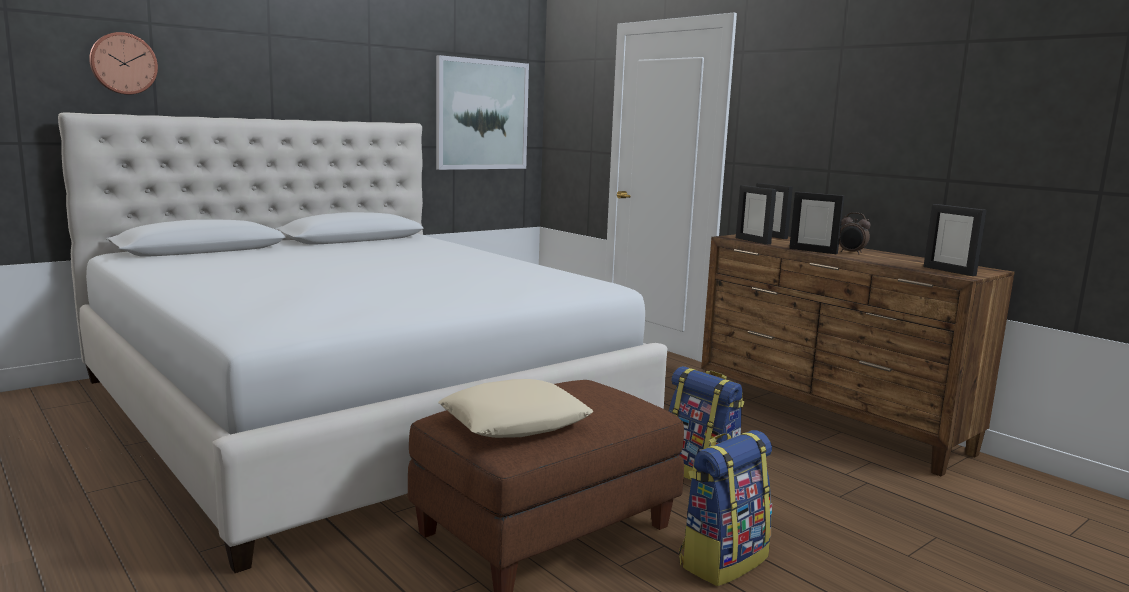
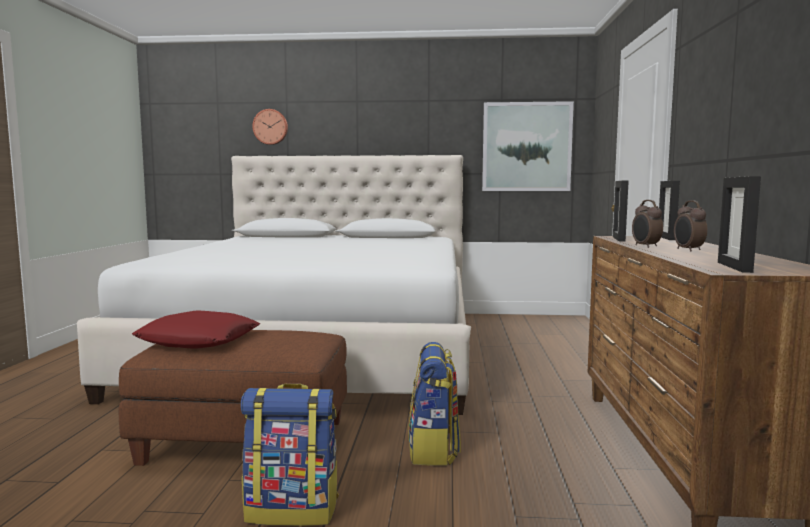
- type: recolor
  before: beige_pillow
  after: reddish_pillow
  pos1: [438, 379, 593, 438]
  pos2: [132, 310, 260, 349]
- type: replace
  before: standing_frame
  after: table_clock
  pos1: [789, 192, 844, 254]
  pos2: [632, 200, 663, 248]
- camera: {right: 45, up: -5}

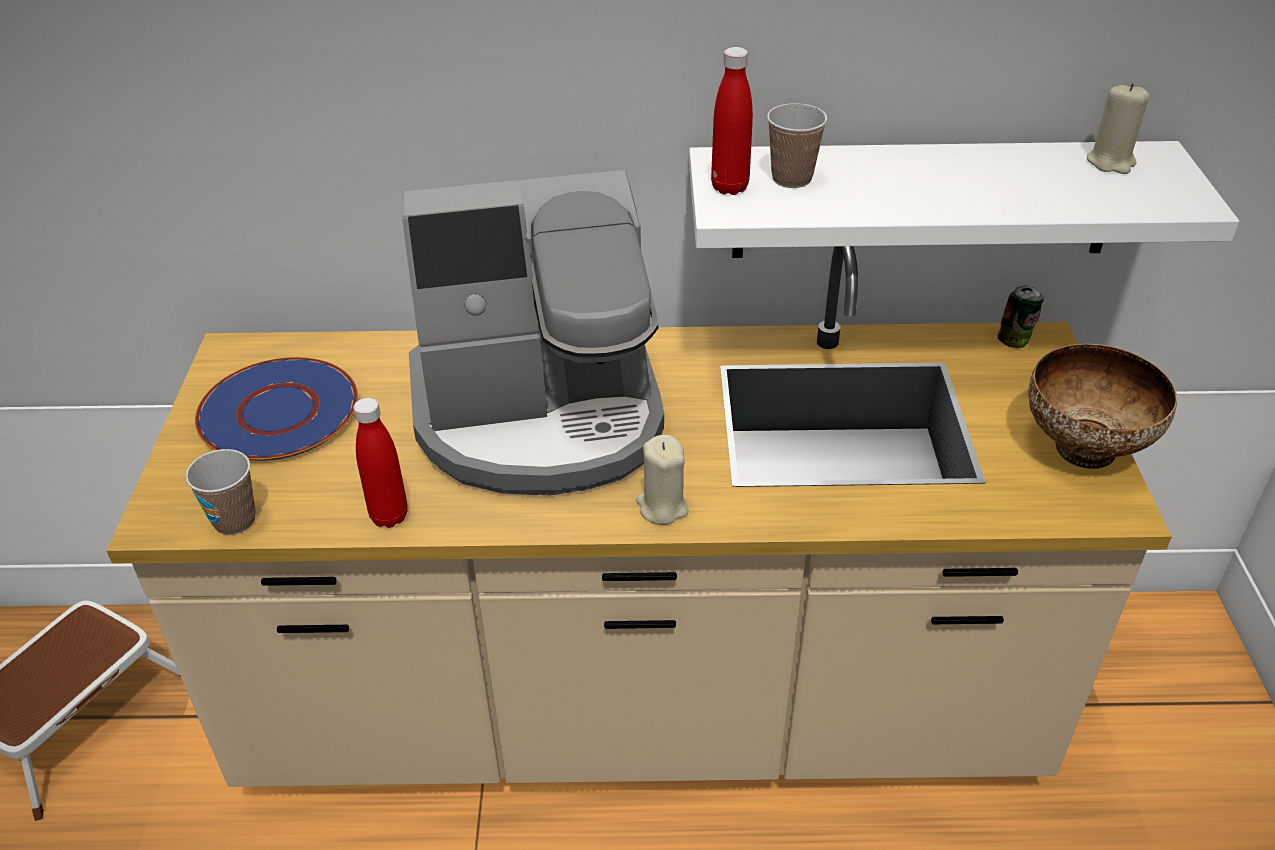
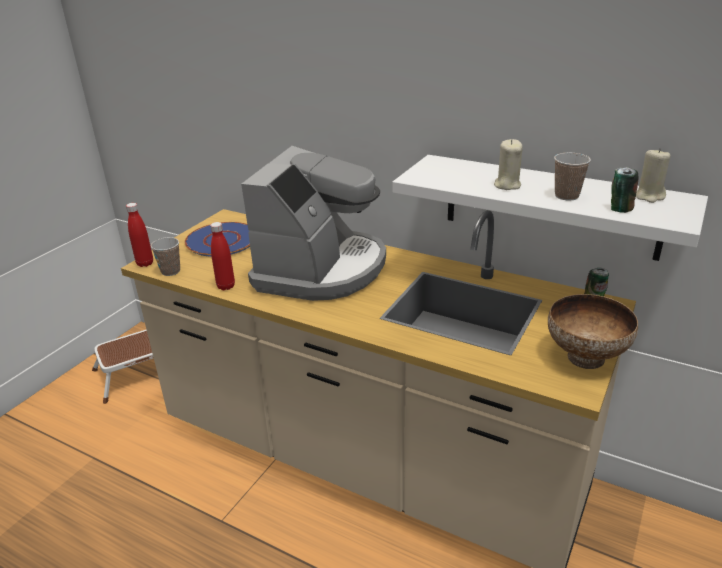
- type: move
  before: reddish_drink_bottle
  pos1: [711, 47, 753, 195]
  pos2: [126, 203, 153, 267]
- type: rotate
  before: coffee_brewer
  pos1: [402, 170, 664, 496]
  pos2: [241, 146, 386, 301]
  turn: -90
- type: move
  before: beige_wax_light
  pos1: [636, 435, 689, 525]
  pos2: [494, 139, 523, 190]
- type: move
  before: cup
  pos1: [767, 103, 827, 188]
  pos2: [554, 153, 591, 201]
- type: insert
  after: sealed_can
  pos2: [611, 167, 639, 213]
- camera: {right: 30, up: -10}

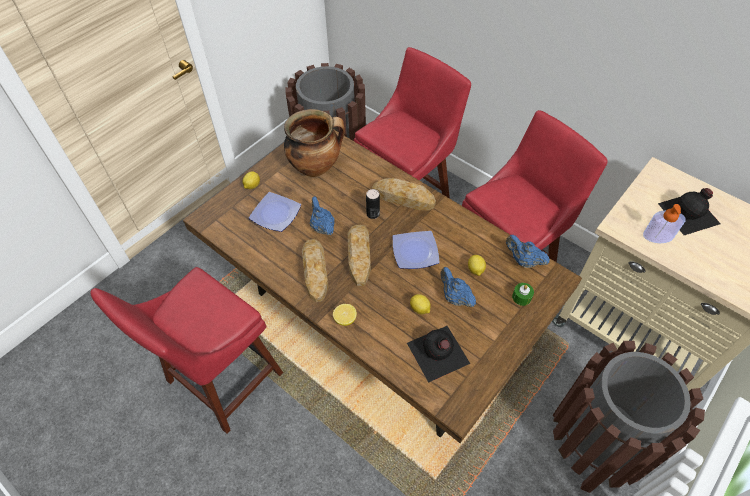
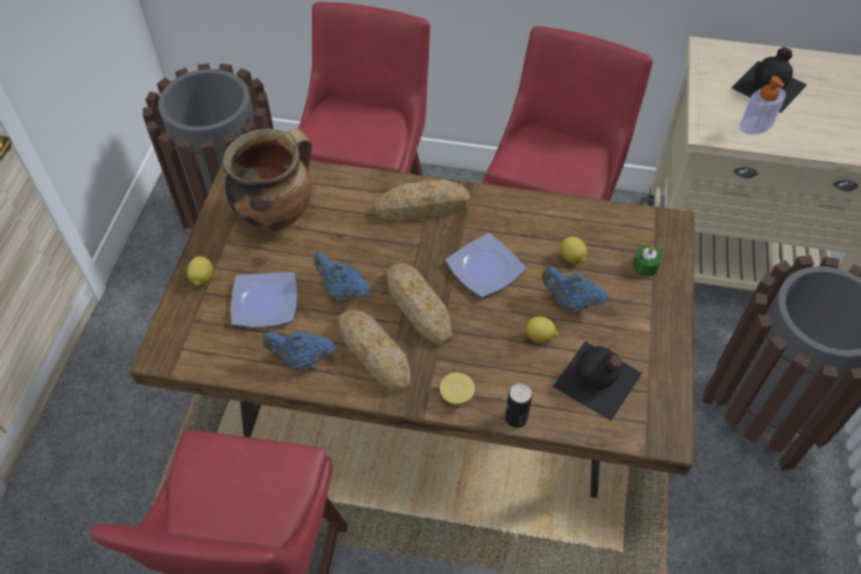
- type: move
  before: bluish_teapot
  pos1: [506, 235, 550, 268]
  pos2: [263, 332, 335, 370]
- type: move
  before: sealed_can
  pos1: [366, 189, 380, 219]
  pos2: [505, 383, 532, 428]
- camera: {right: -30, up: 0}

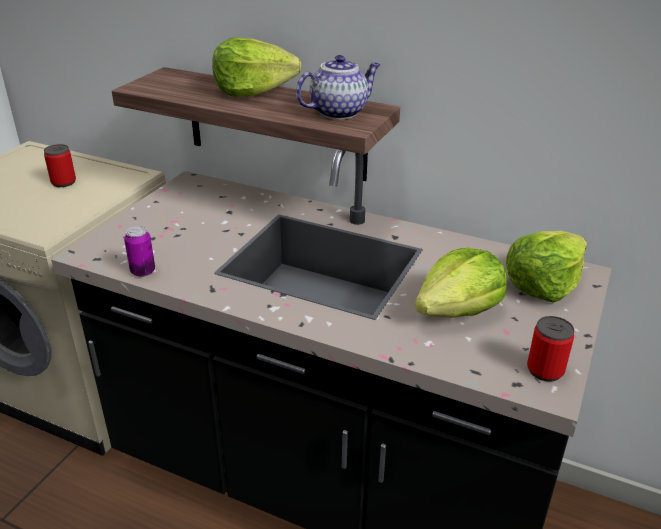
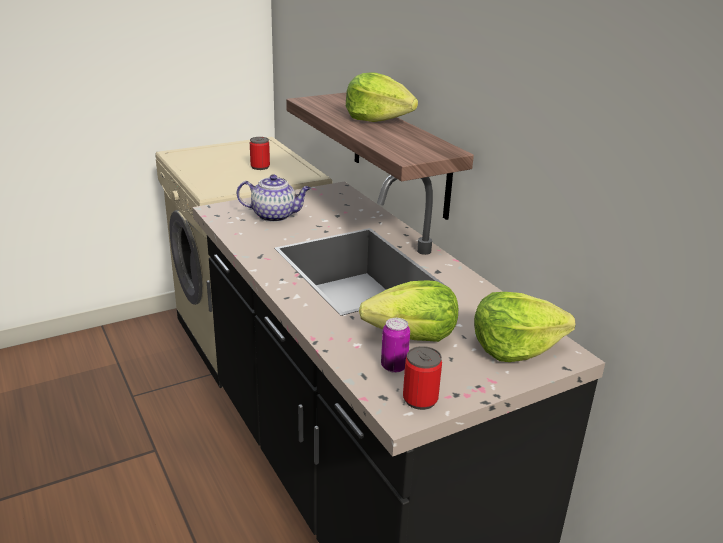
- type: move
  before: teapot
  pos1: [296, 55, 381, 119]
  pos2: [237, 174, 311, 222]
- type: move
  before: sealed_can
  pos1: [124, 226, 155, 277]
  pos2: [381, 318, 410, 373]
- camera: {right: 35, up: -5}

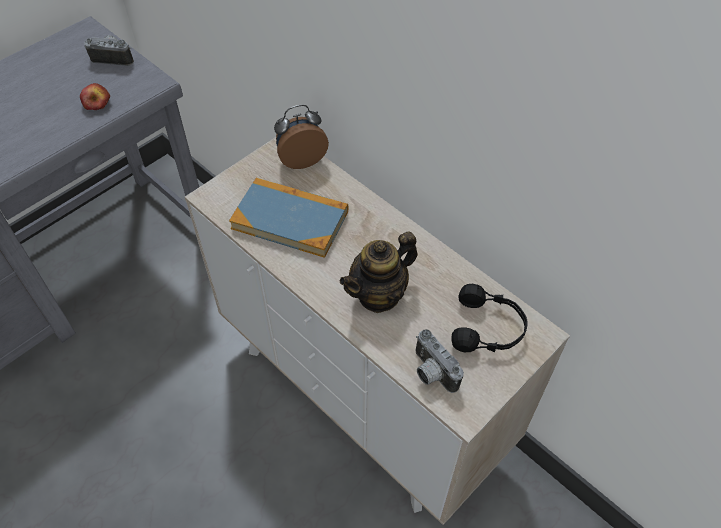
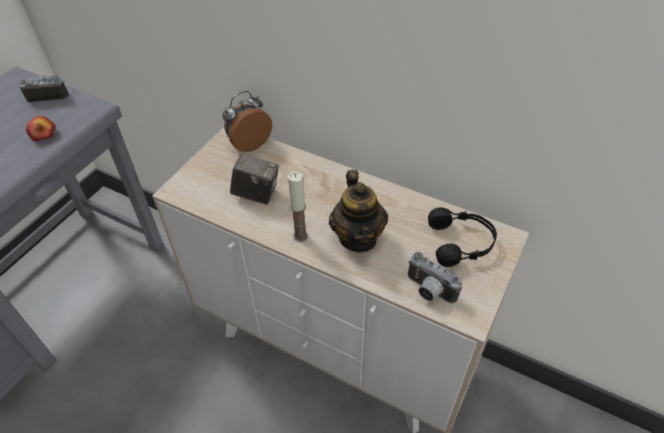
- type: replace
  before: bound_book
  after: still_camera
  pos1: [229, 178, 348, 258]
  pos2: [230, 154, 279, 205]
- type: insert
  after: wax_light
  pos2: [288, 171, 308, 242]
- type: rotate
  before: teapot
  pos1: [339, 231, 418, 313]
  pos2: [329, 170, 388, 252]
  turn: -45
- camera: {right: -15, up: -5}

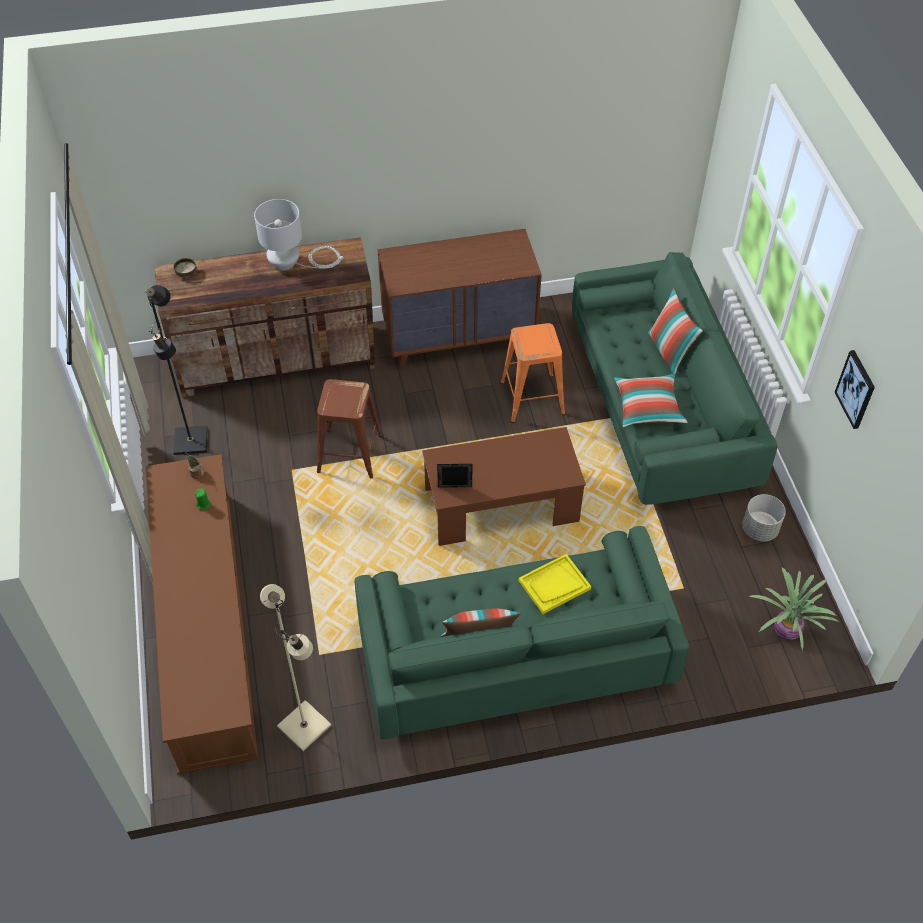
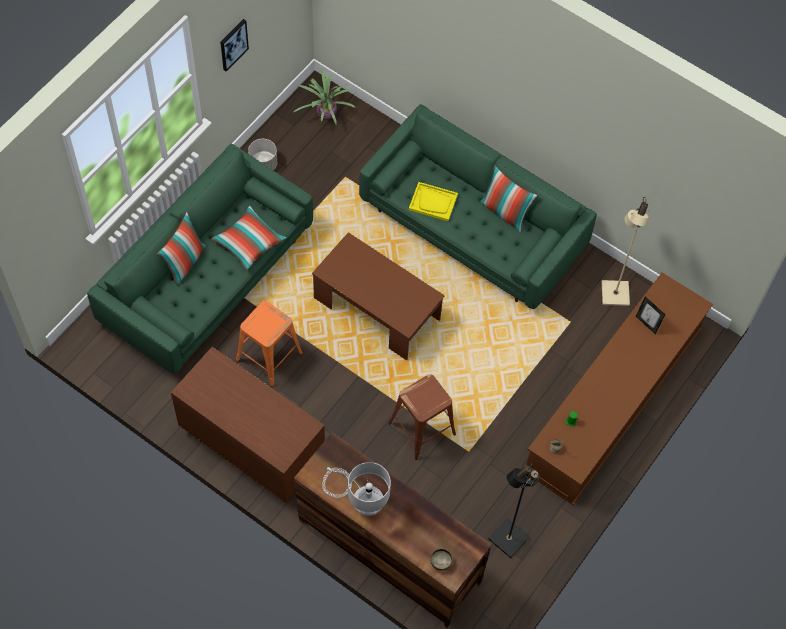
- type: move
  before: standing_frame
  pos1: [437, 464, 473, 488]
  pos2: [636, 297, 665, 334]
- camera: {right: -135, up: 10}

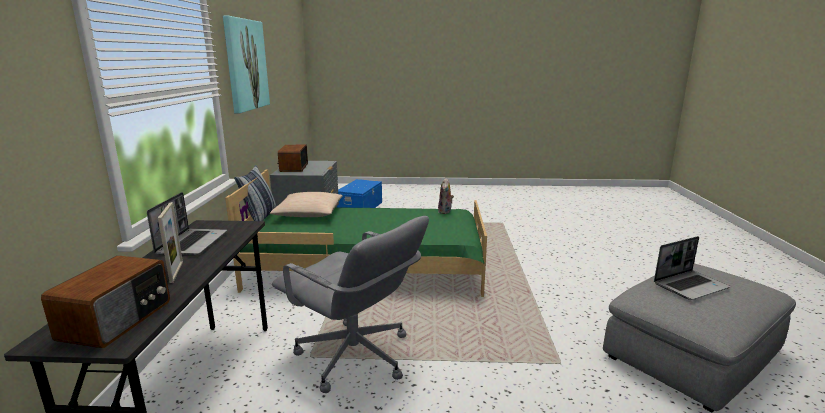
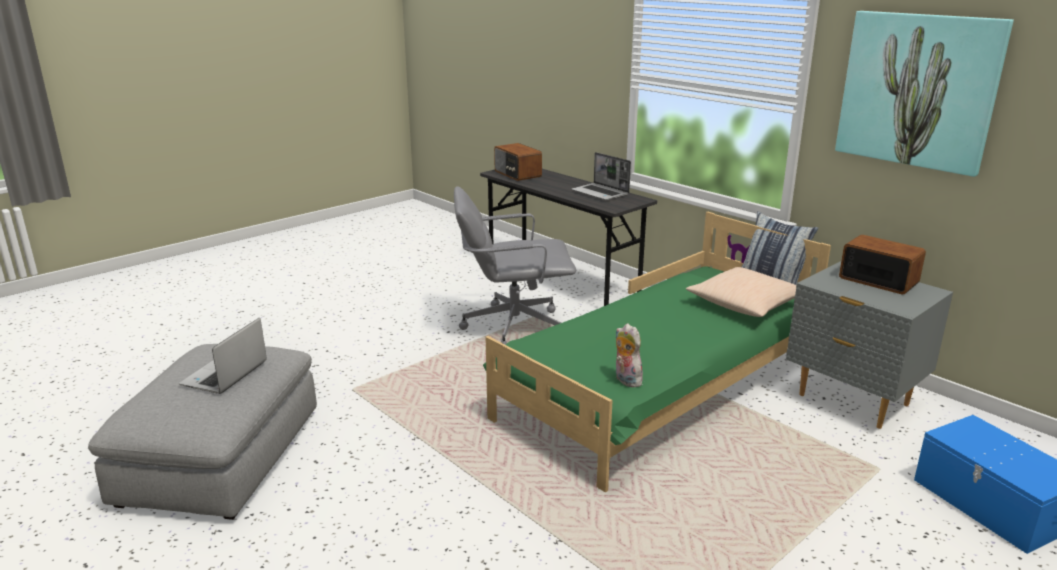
- type: delete
  before: standing_frame
  pos1: [158, 202, 183, 283]
- camera: {right: 135, up: 5}

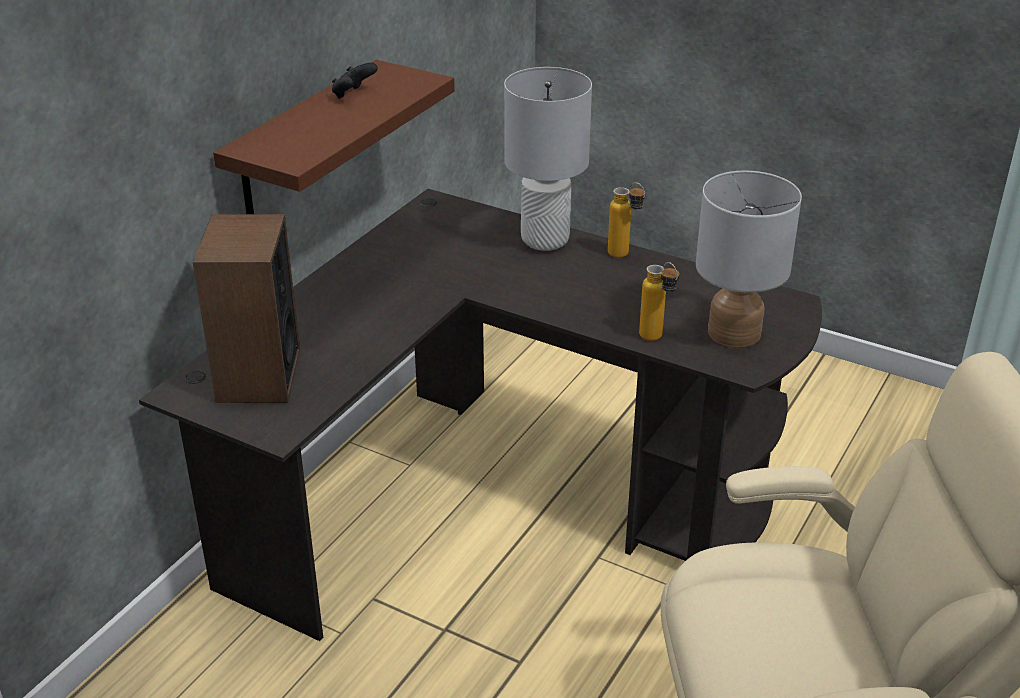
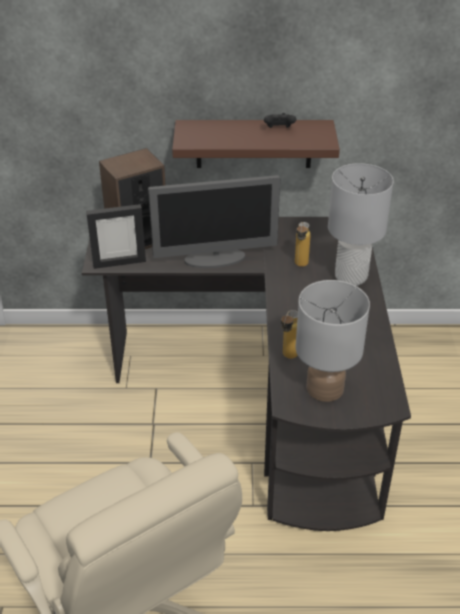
- type: insert
  after: standing_frame
  pos2: [86, 204, 146, 269]
- type: insert
  after: computer_display
  pos2: [148, 175, 280, 268]
- type: move
  before: drink_bottle
  pos1: [608, 182, 645, 258]
  pos2: [295, 222, 311, 267]
- camera: {right: 60, up: 5}

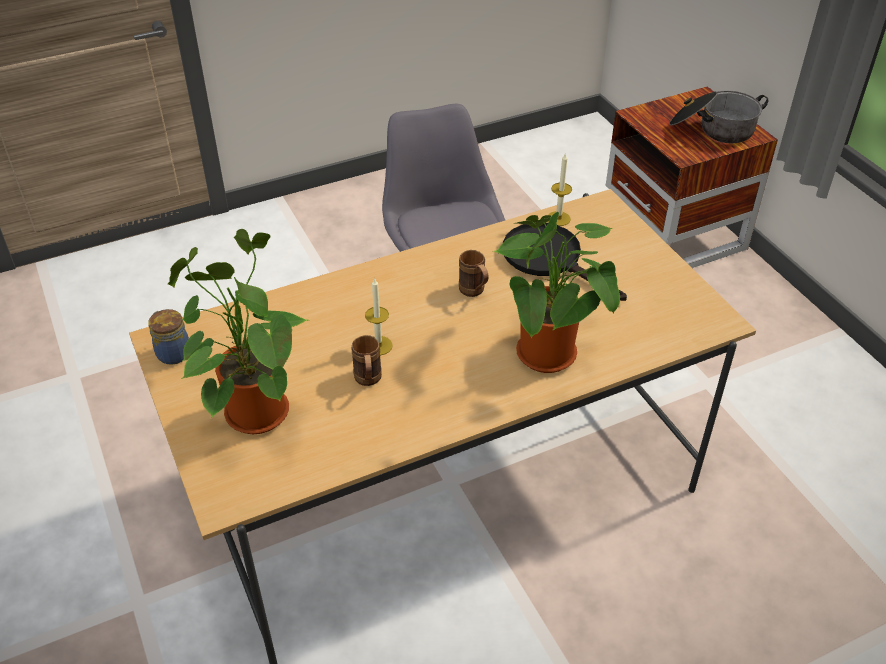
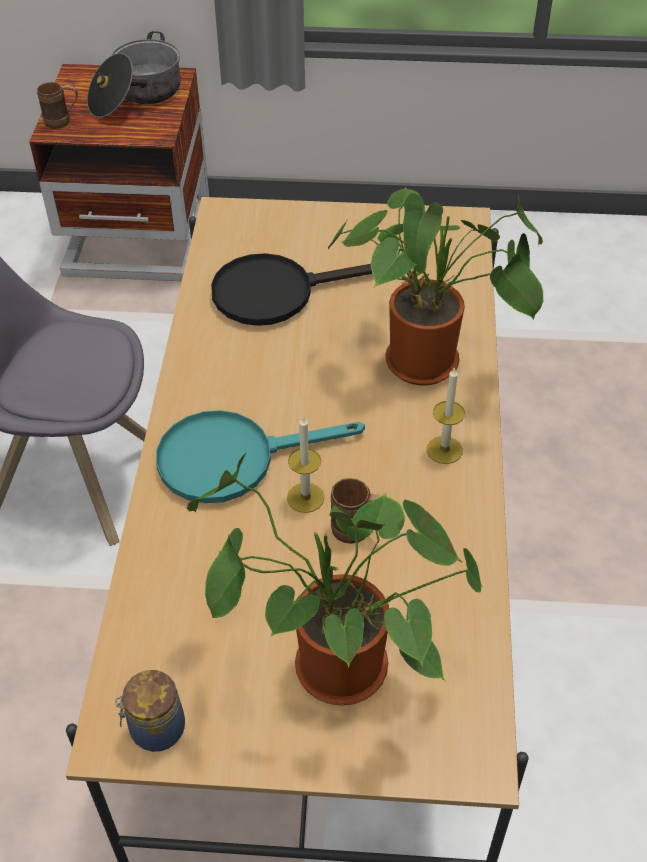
- type: move
  before: brown_tea_mug
  pos1: [459, 250, 489, 297]
  pos2: [37, 82, 78, 129]
- type: insert
  after: turquoise_skillet
  pos2: [156, 410, 365, 503]
- type: move
  before: wax_light
  pos1: [548, 154, 572, 226]
  pos2: [427, 367, 465, 464]
- camera: {right: -60, up: 5}

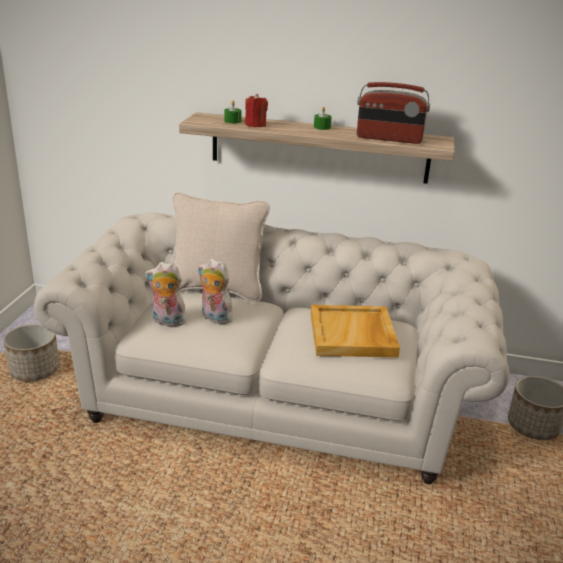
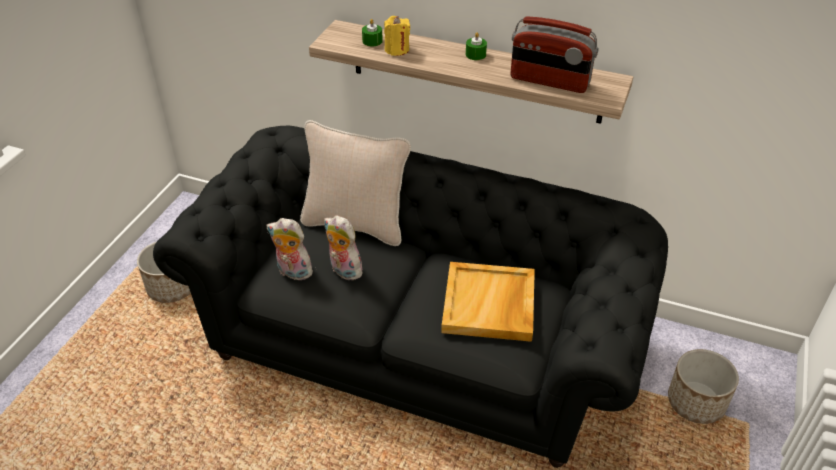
- type: recolor
  before: white-coloured_sofa
  after: black-coloured_sofa
  pos1: [34, 212, 510, 484]
  pos2: [153, 126, 668, 468]
- type: recolor
  before: reddish_wax_light
  after: yellow_wax_light
  pos1: [245, 94, 268, 127]
  pos2: [384, 16, 410, 56]
- camera: {right: 10, up: 15}

